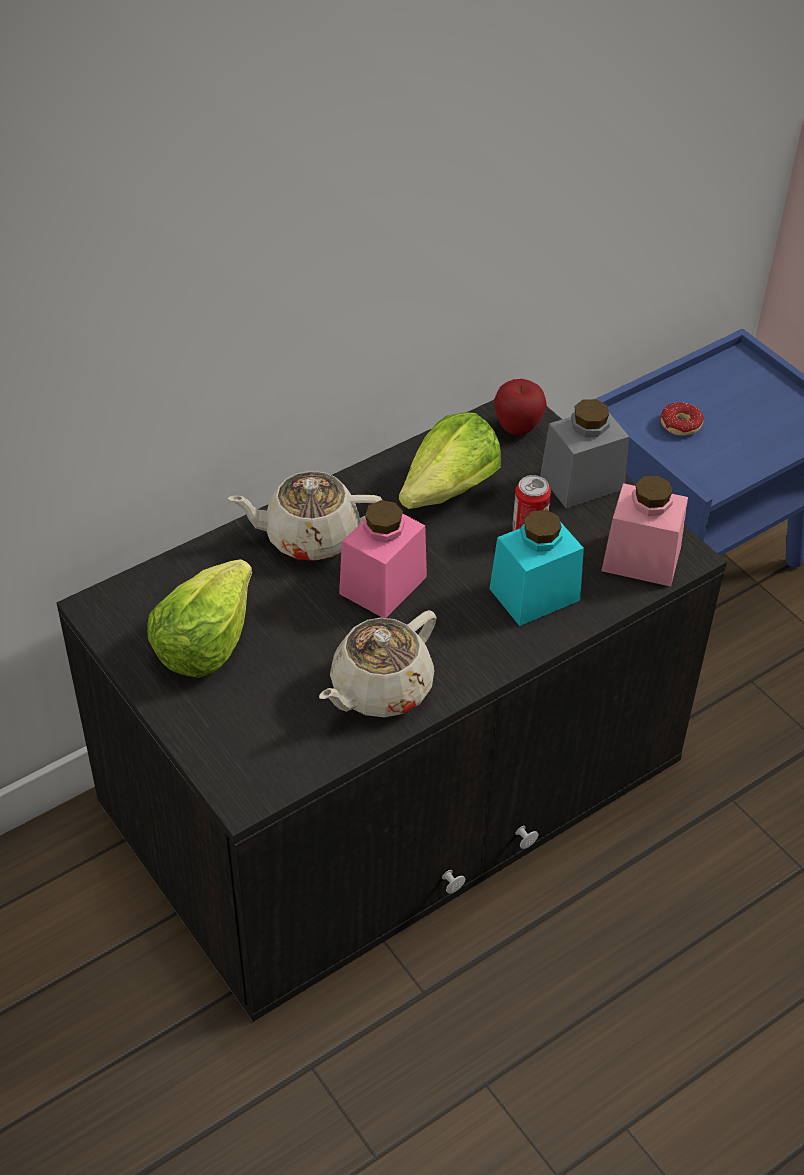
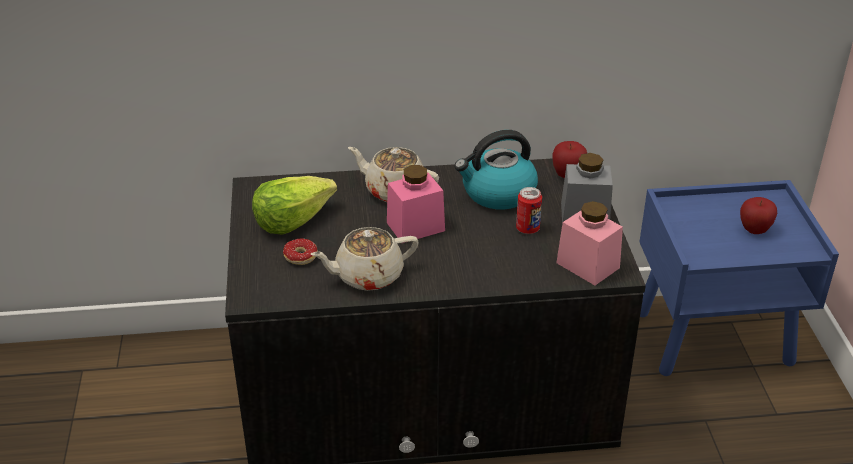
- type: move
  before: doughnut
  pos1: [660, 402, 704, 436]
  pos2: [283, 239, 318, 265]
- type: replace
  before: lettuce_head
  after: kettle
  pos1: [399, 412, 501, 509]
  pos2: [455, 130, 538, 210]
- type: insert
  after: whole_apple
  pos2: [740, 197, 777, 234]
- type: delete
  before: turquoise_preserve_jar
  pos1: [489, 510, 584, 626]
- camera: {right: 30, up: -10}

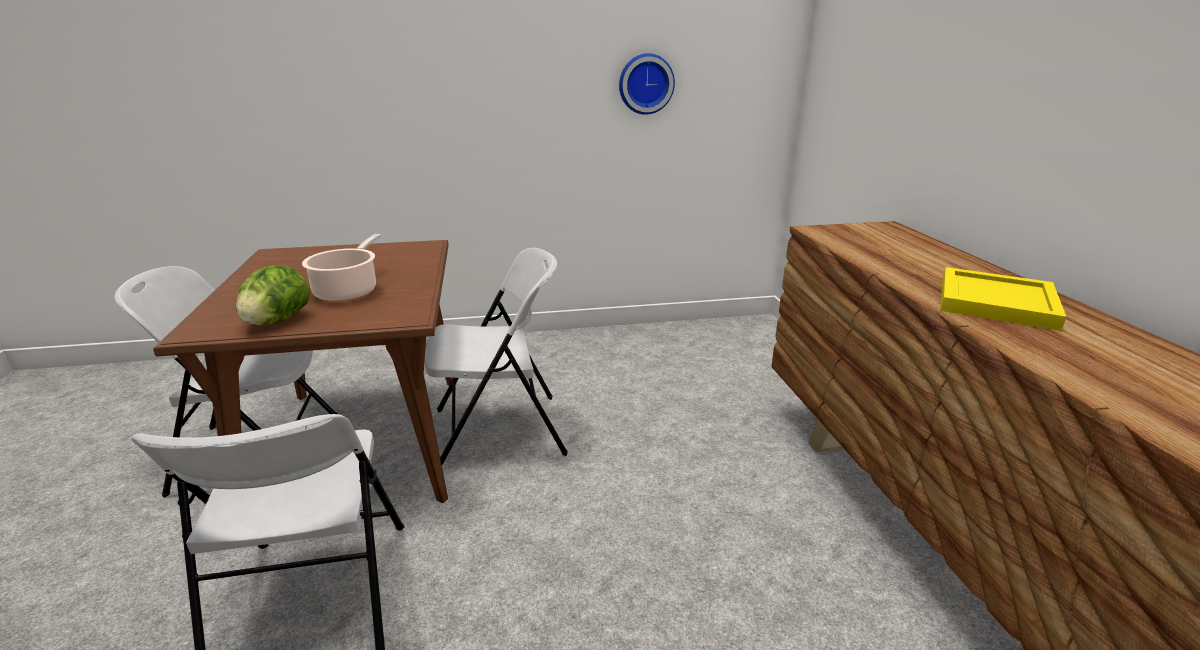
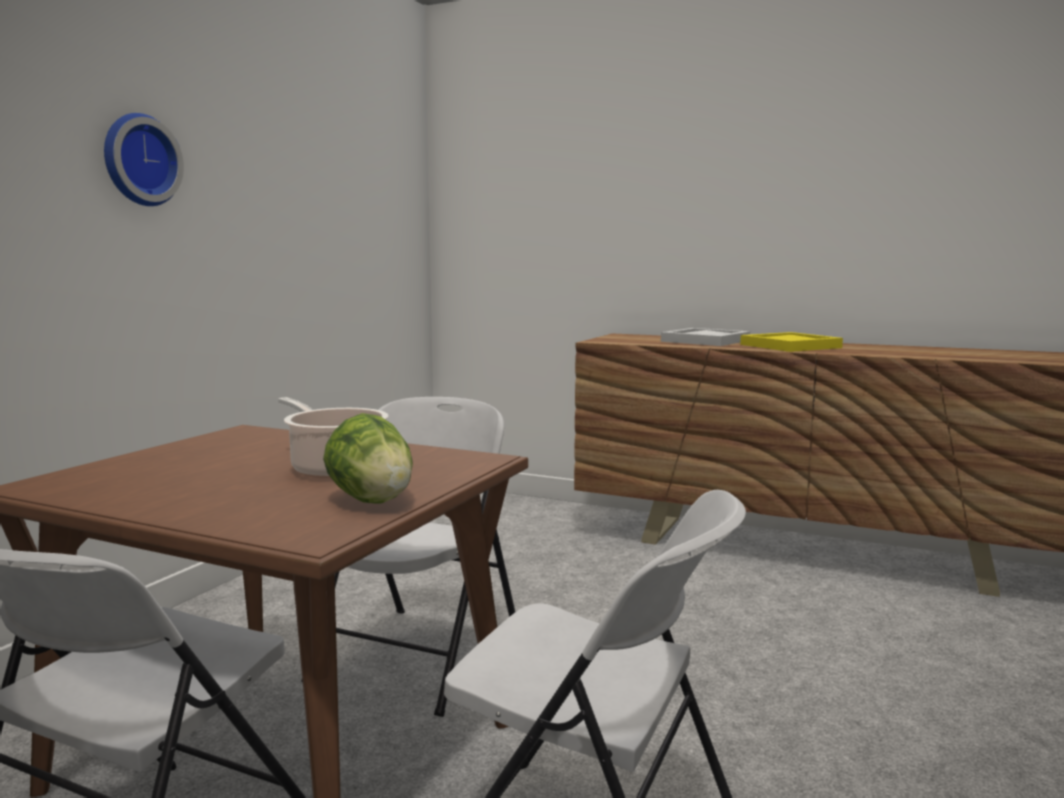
- type: move
  before: clock_on_the_wall
  pos1: [619, 53, 675, 115]
  pos2: [104, 113, 184, 206]
- type: insert
  after: white-coloured_serving_tray
  pos2: [661, 328, 750, 346]
- camera: {right: -55, up: -15}

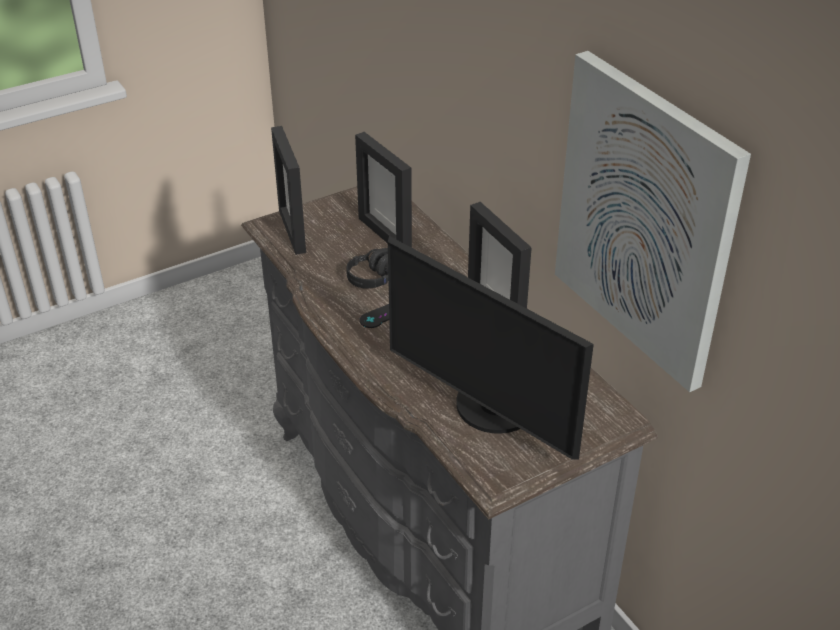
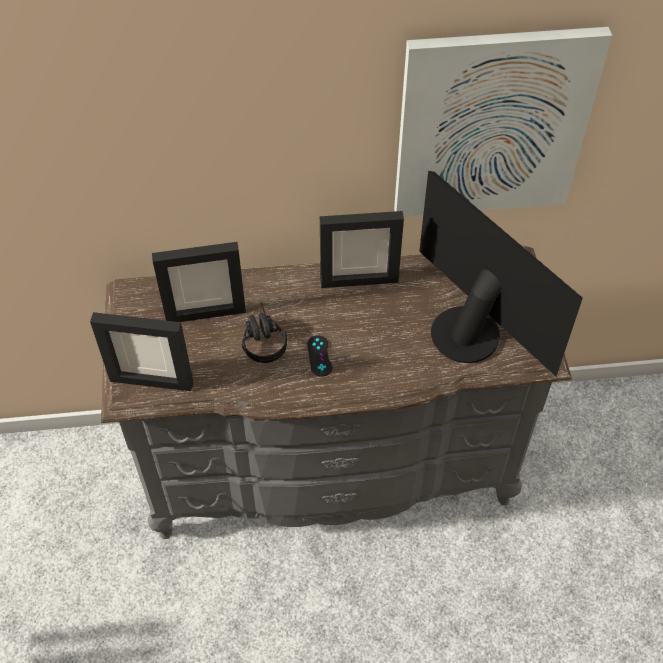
- type: rotate
  before: computer_display
  pos1: [388, 236, 594, 460]
  pos2: [419, 171, 582, 376]
  turn: -105
- camera: {right: -65, up: 15}

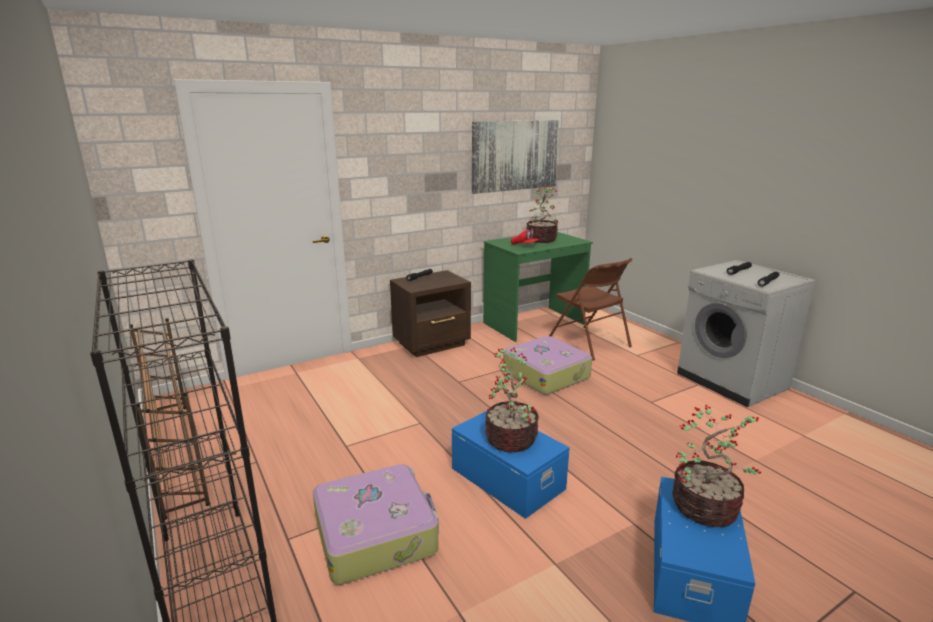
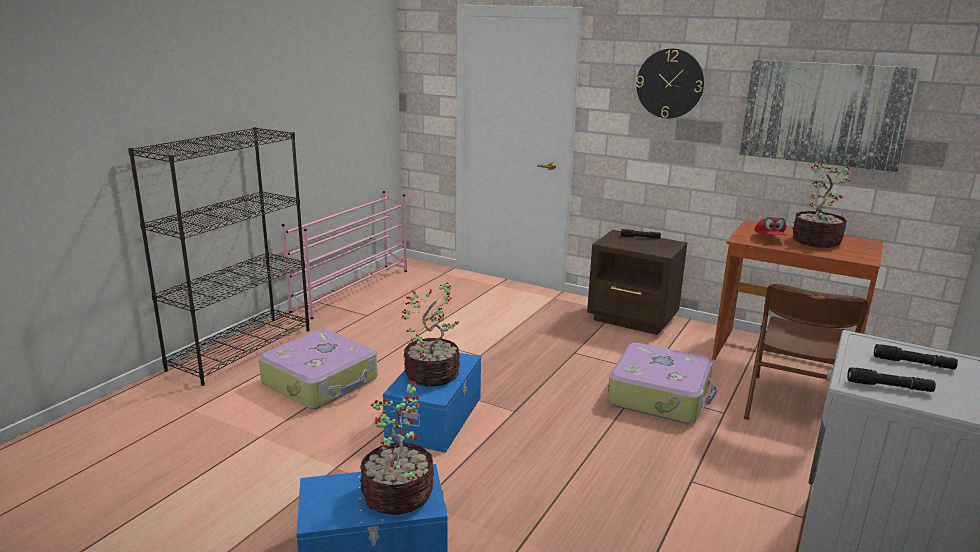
- type: recolor
  before: brown_shoe_shelf
  after: pink_shoe_shelf
  pos1: [130, 318, 211, 520]
  pos2: [282, 191, 407, 319]
- type: insert
  after: clock_on_the_wall
  pos2: [636, 49, 704, 118]
- type: recolor
  before: green-coloured_desk_table
  after: brown_desk_table
  pos1: [483, 232, 593, 342]
  pos2: [712, 221, 883, 360]
- camera: {right: 60, up: 0}

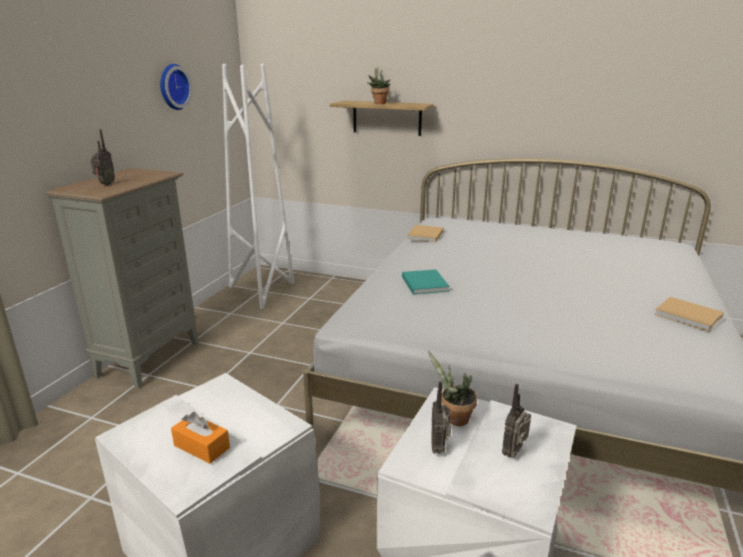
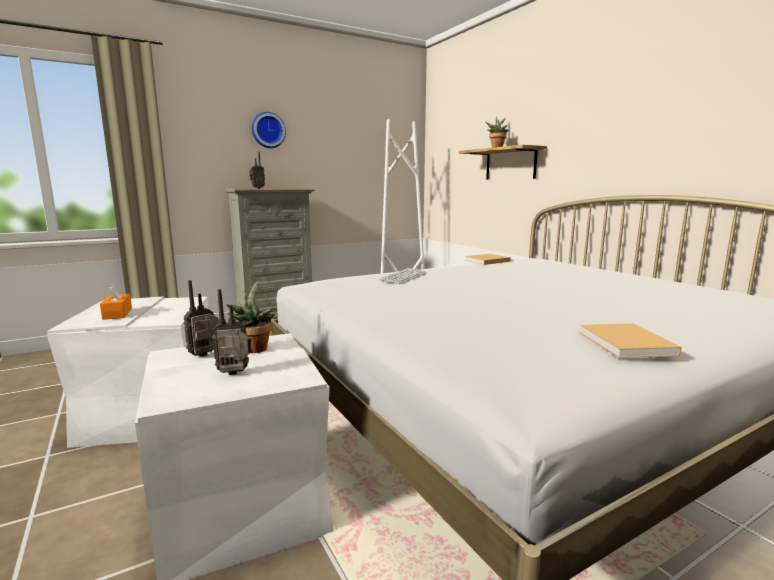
- type: move
  before: clock_on_the_wall
  pos1: [160, 64, 192, 110]
  pos2: [252, 112, 286, 148]
- type: replace
  before: turquoise_bound_book
  after: keyboard
  pos1: [402, 269, 450, 295]
  pos2: [380, 268, 427, 284]
- camera: {right: 40, up: -10}

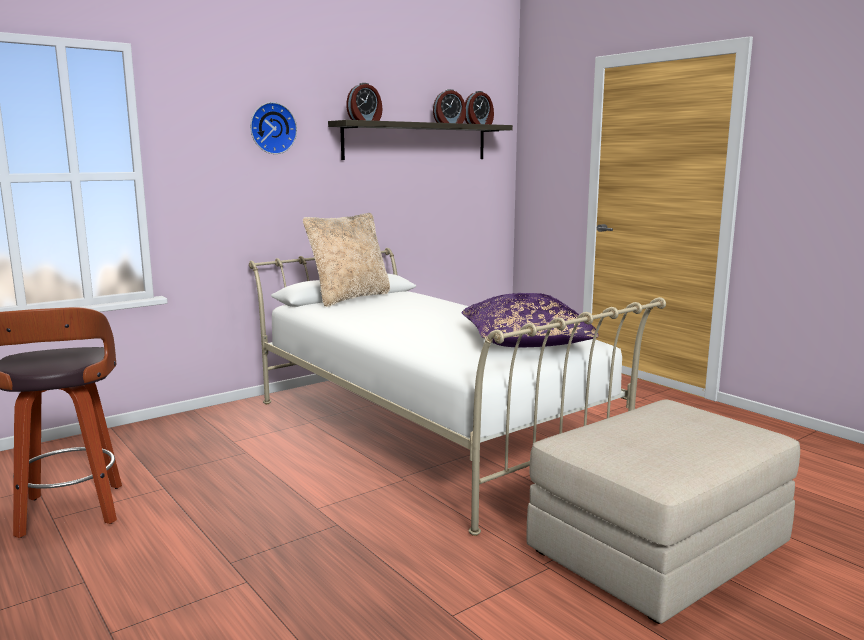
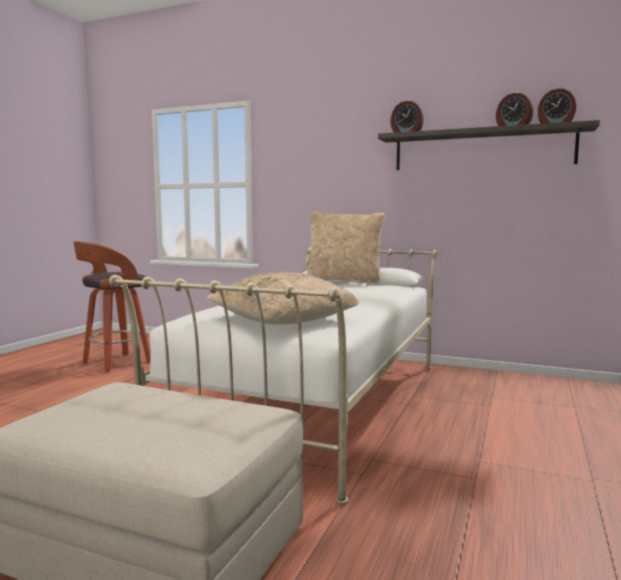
- type: recolor
  before: purplish_pillow
  after: beige_pillow
  pos1: [462, 293, 599, 347]
  pos2: [207, 272, 359, 324]
- type: delete
  before: clock_on_the_wall
  pos1: [250, 102, 297, 154]
- camera: {right: 60, up: -5}

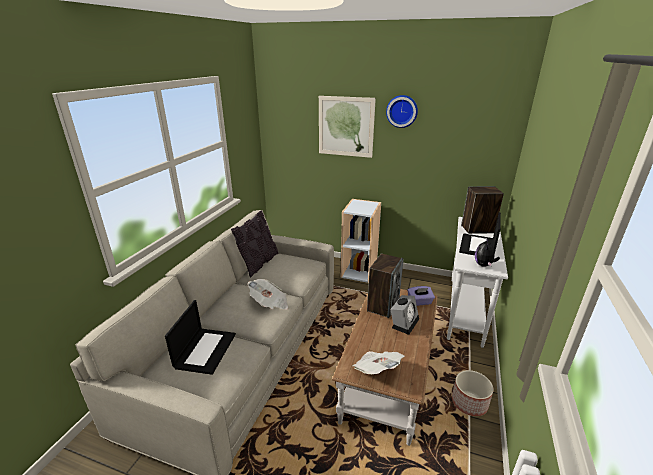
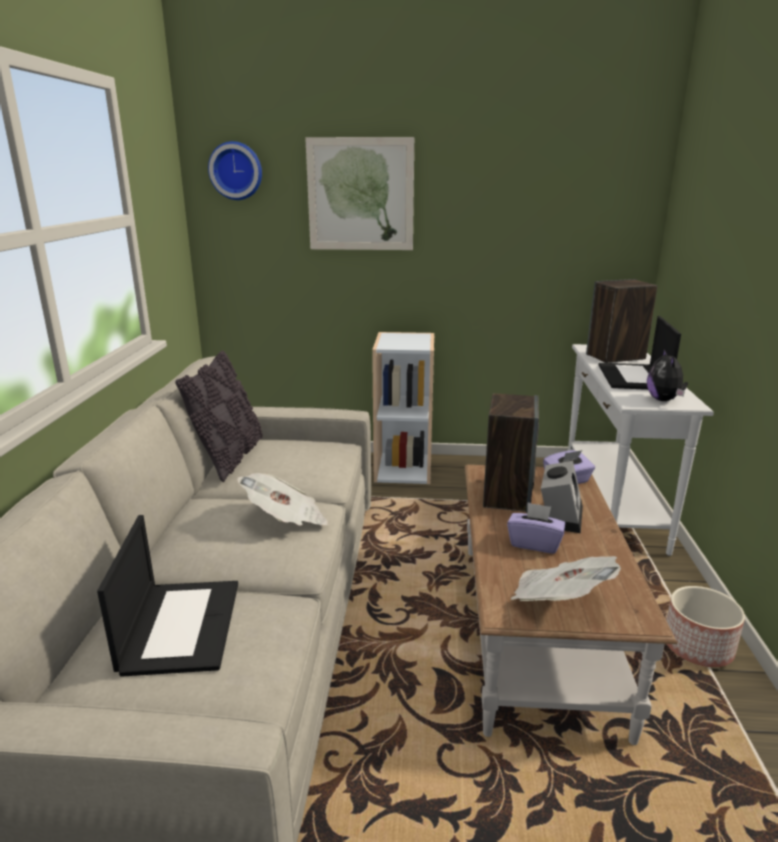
- type: move
  before: clock_on_the_wall
  pos1: [386, 95, 418, 128]
  pos2: [208, 141, 262, 200]
- type: insert
  after: purplish_box_of_tissues
  pos2: [507, 502, 565, 554]
- camera: {right: -15, up: -5}

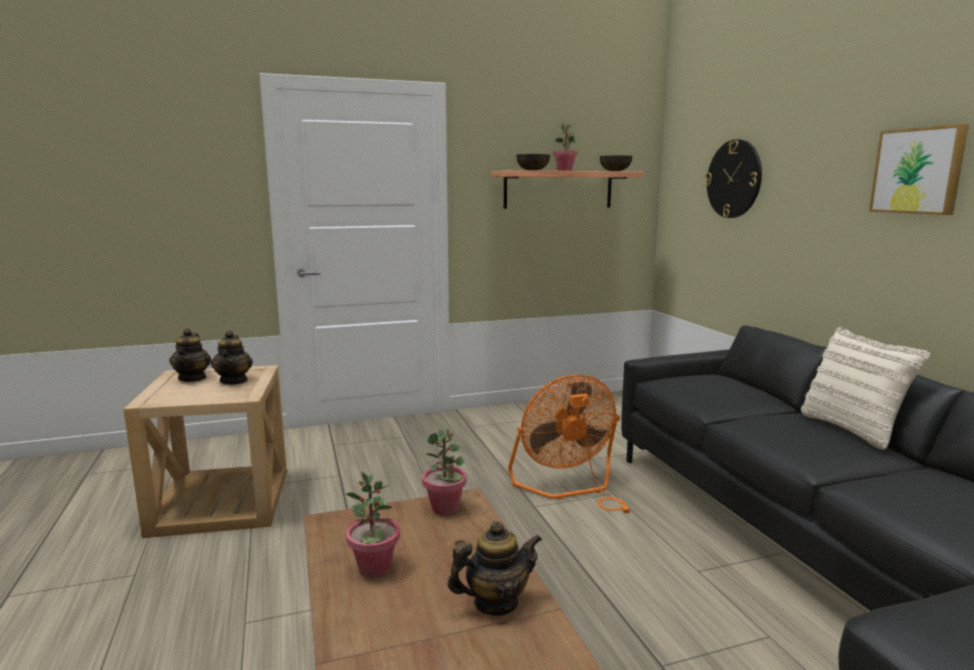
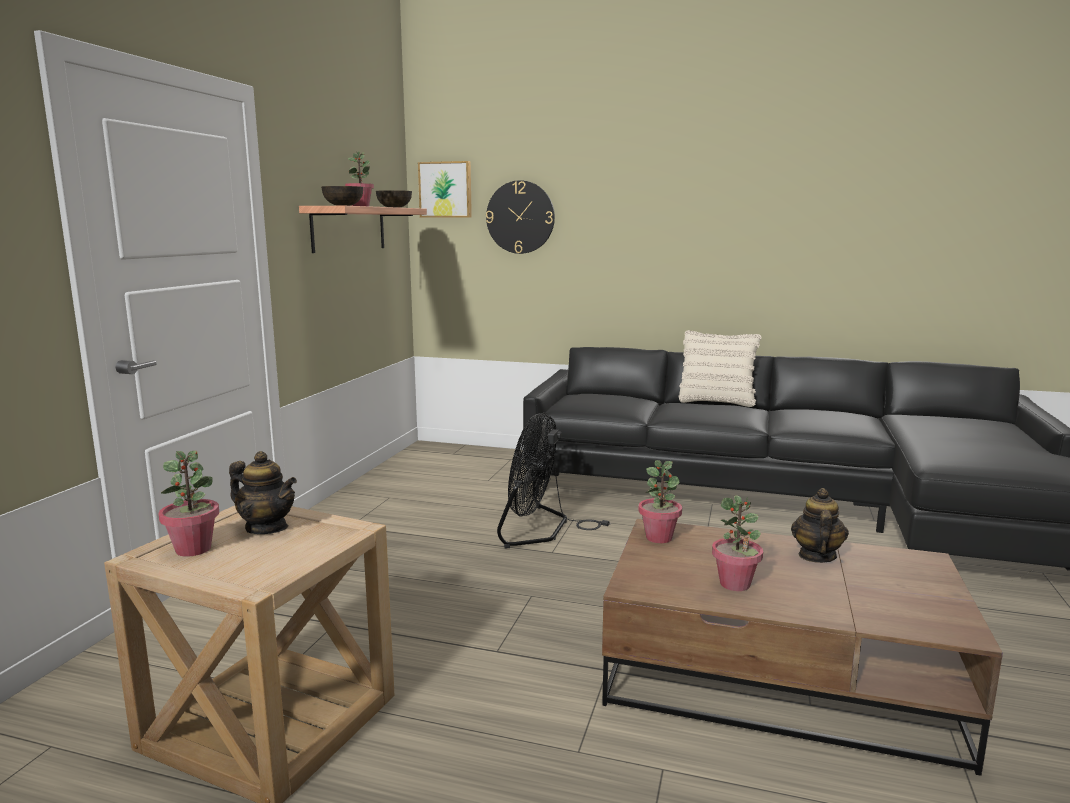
- type: replace
  before: teapot
  after: potted_plant
  pos1: [169, 328, 211, 382]
  pos2: [158, 451, 219, 557]
- type: move
  before: wall_art
  pos1: [869, 124, 969, 215]
  pos2: [418, 161, 472, 218]
- type: recolor
  before: orange-coloured_cooling_fan
  after: black-coloured_cooling_fan
  pos1: [508, 375, 630, 513]
  pos2: [497, 413, 610, 549]
- camera: {right: -55, up: 0}

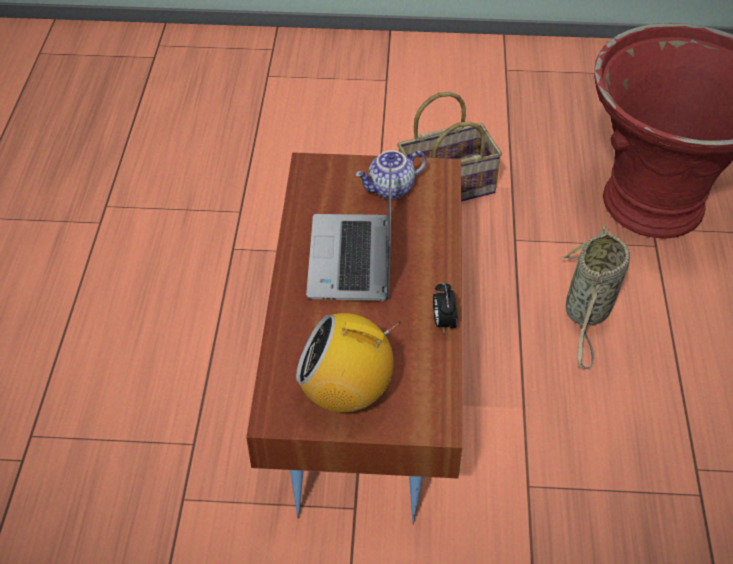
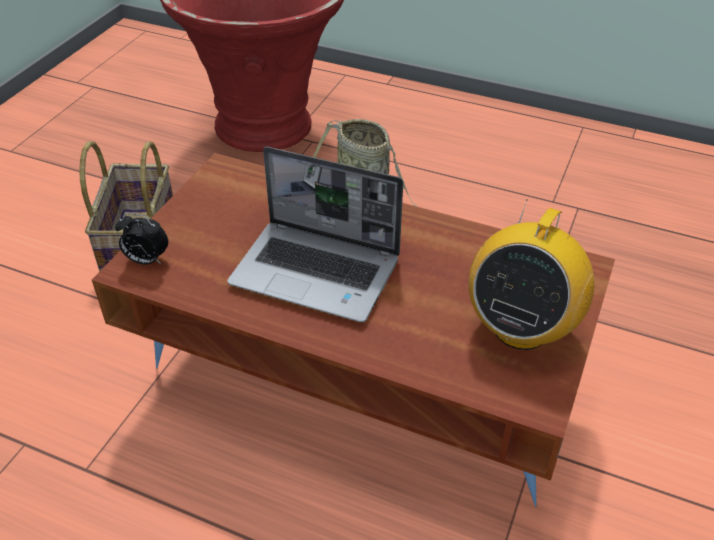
- type: move
  before: table_clock
  pos1: [433, 283, 457, 332]
  pos2: [115, 213, 168, 264]
- type: delete
  before: teapot
  pos1: [355, 150, 427, 199]
- camera: {right: -70, up: -5}

